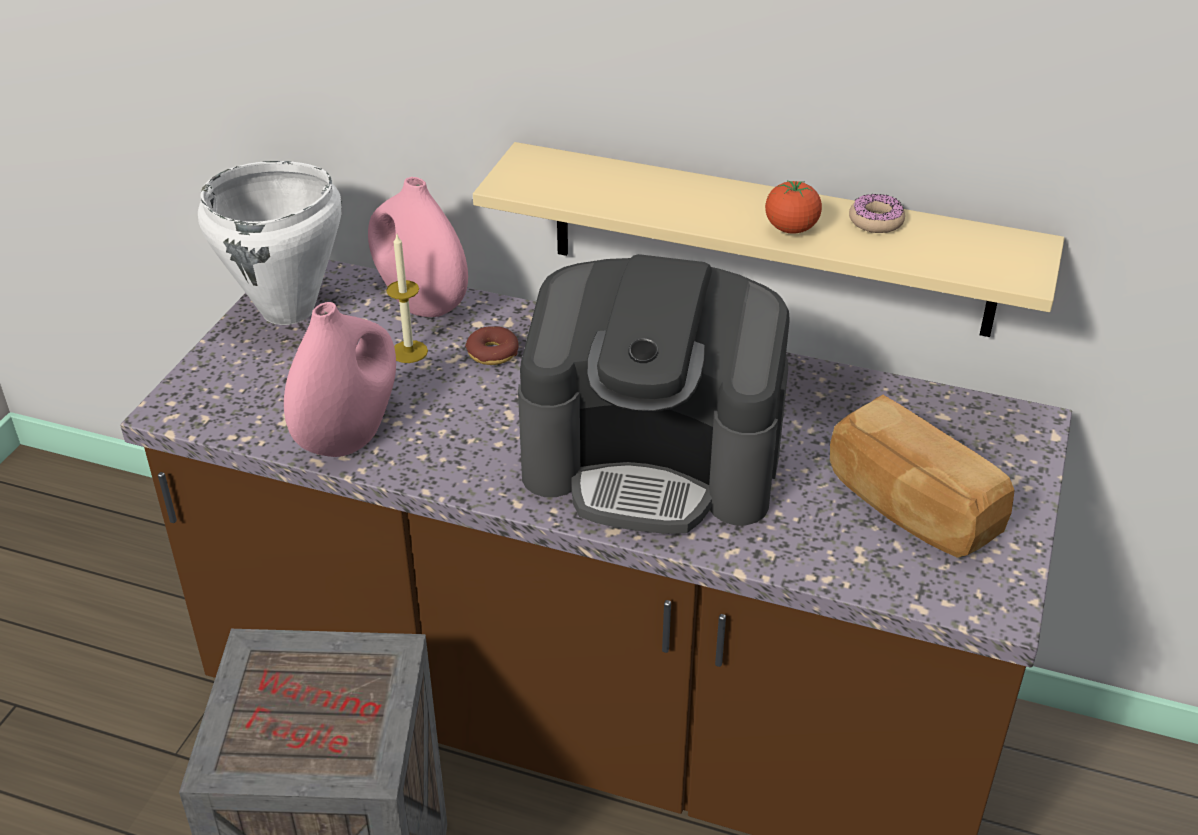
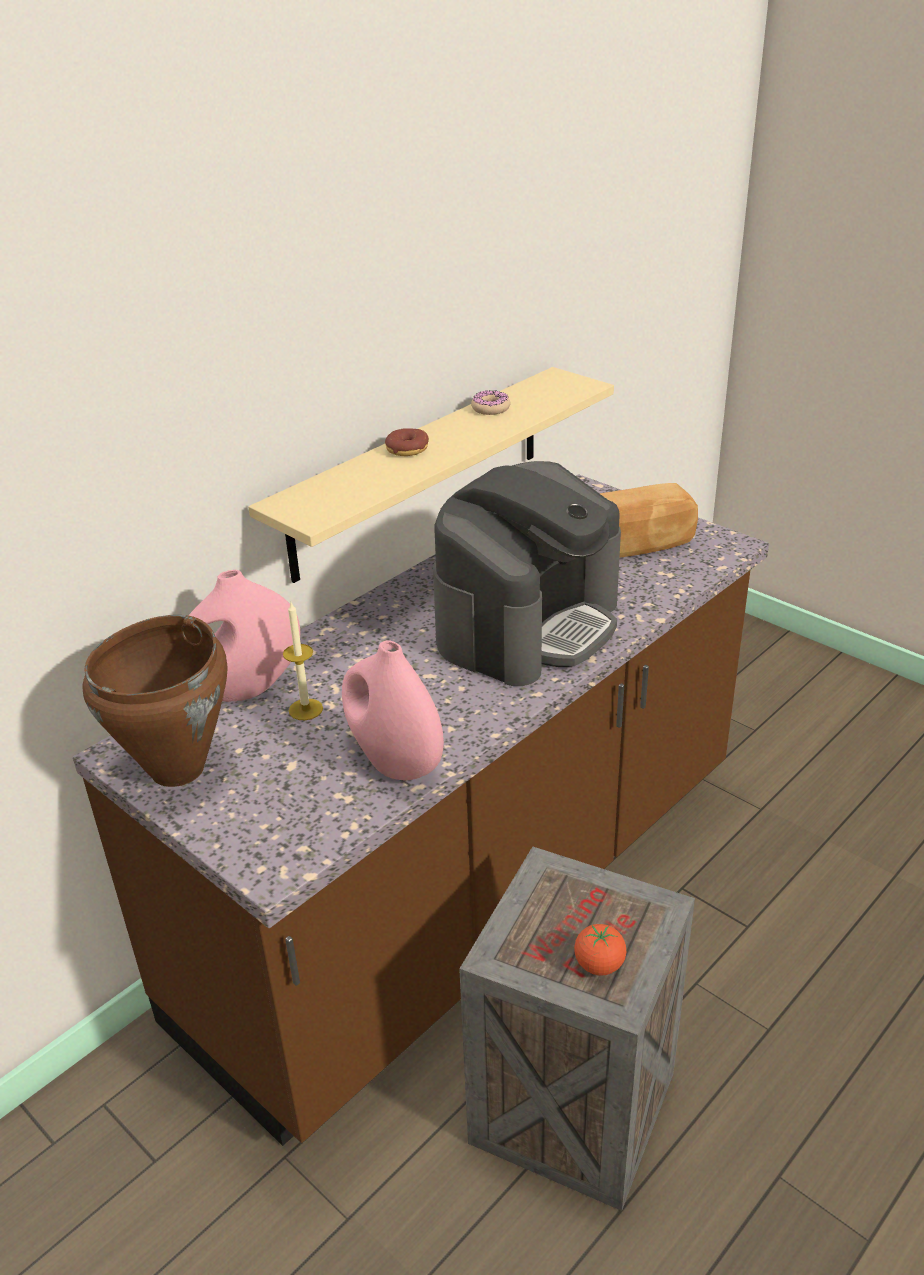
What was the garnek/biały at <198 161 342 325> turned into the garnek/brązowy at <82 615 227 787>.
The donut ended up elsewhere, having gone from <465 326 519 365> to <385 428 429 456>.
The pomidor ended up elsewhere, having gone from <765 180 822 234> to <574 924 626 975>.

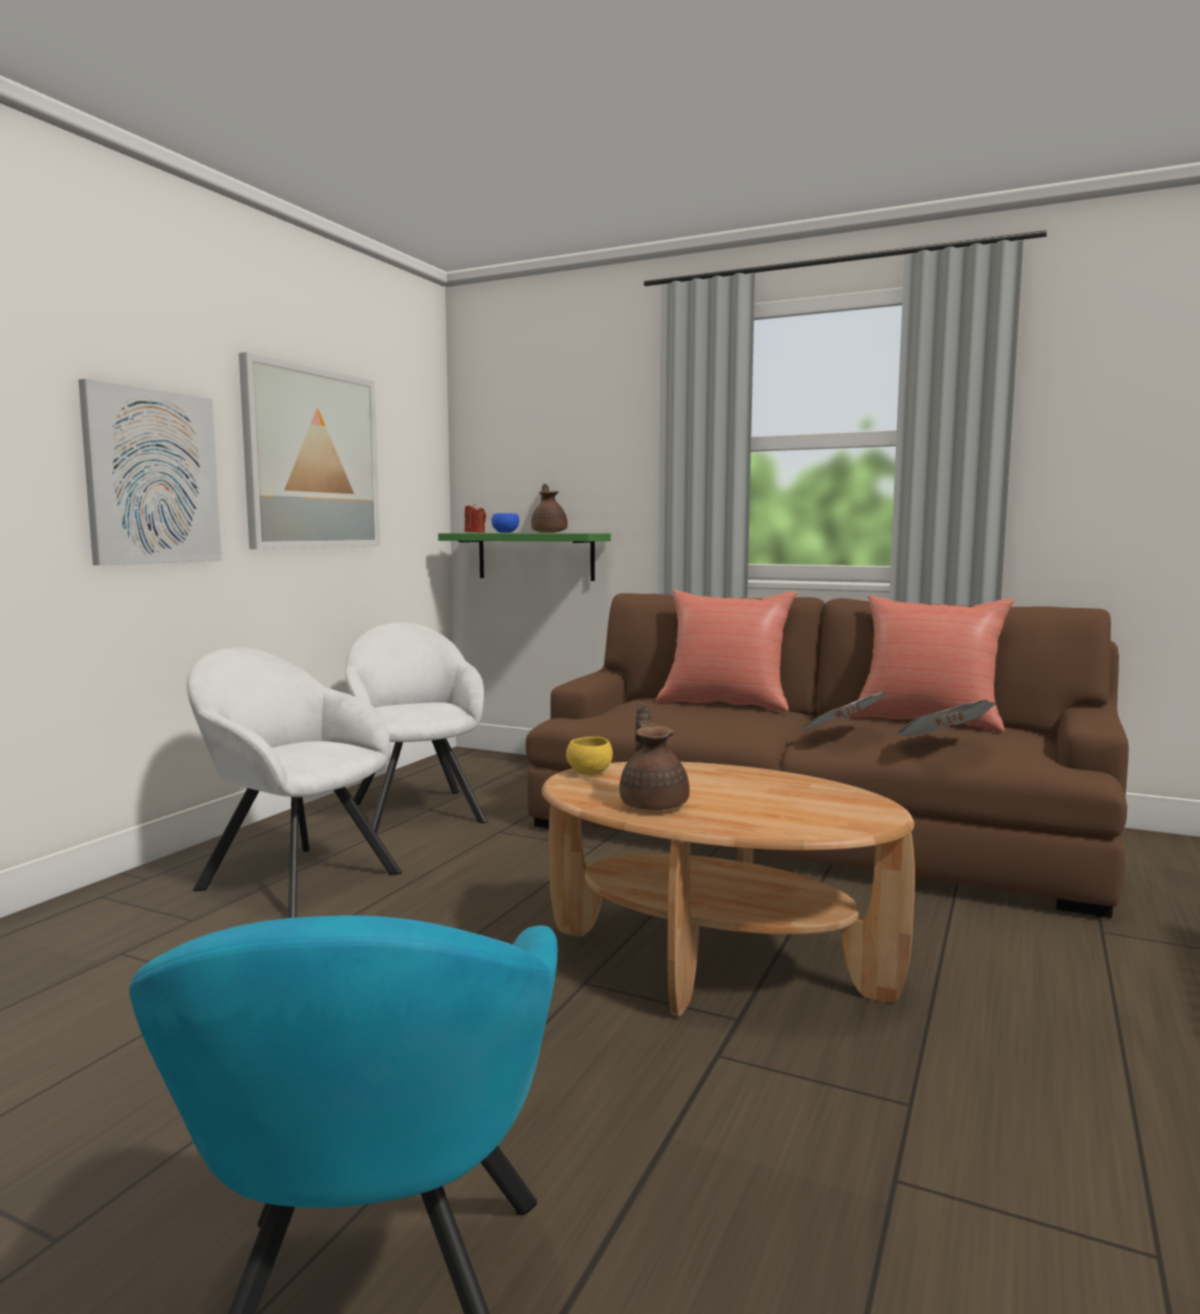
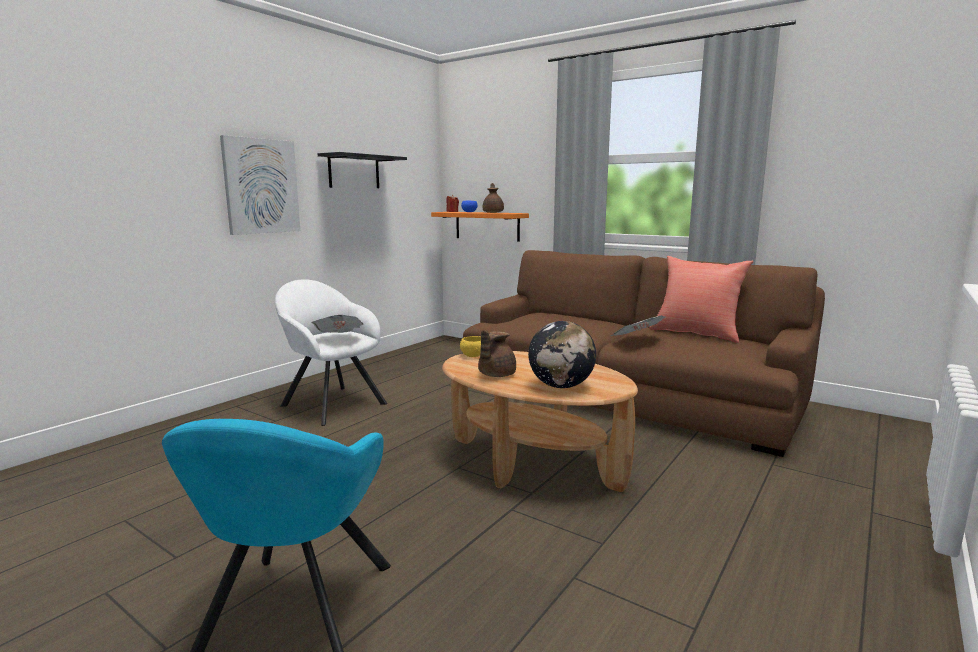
The gazeta ended up elsewhere, having gone from <894 700 996 736> to <312 315 363 333>.
Where the obraz hung at <239 352 380 549>, the półka/czarny came to hang at <318 152 407 188>.
What was the półka/zielony at <438 533 611 581> turned into the półka/pomarańczowy at <431 212 529 242>.
The imbryk/brązowy at <619 702 690 811> ended up facing another way, 150 degrees counterclockwise from before.
The second view gained the globus at <528 321 596 388>.
The second view lost the fotel/biały at <345 622 487 834>.
The second view lost the poduszka/czerwony at <656 590 797 712>.

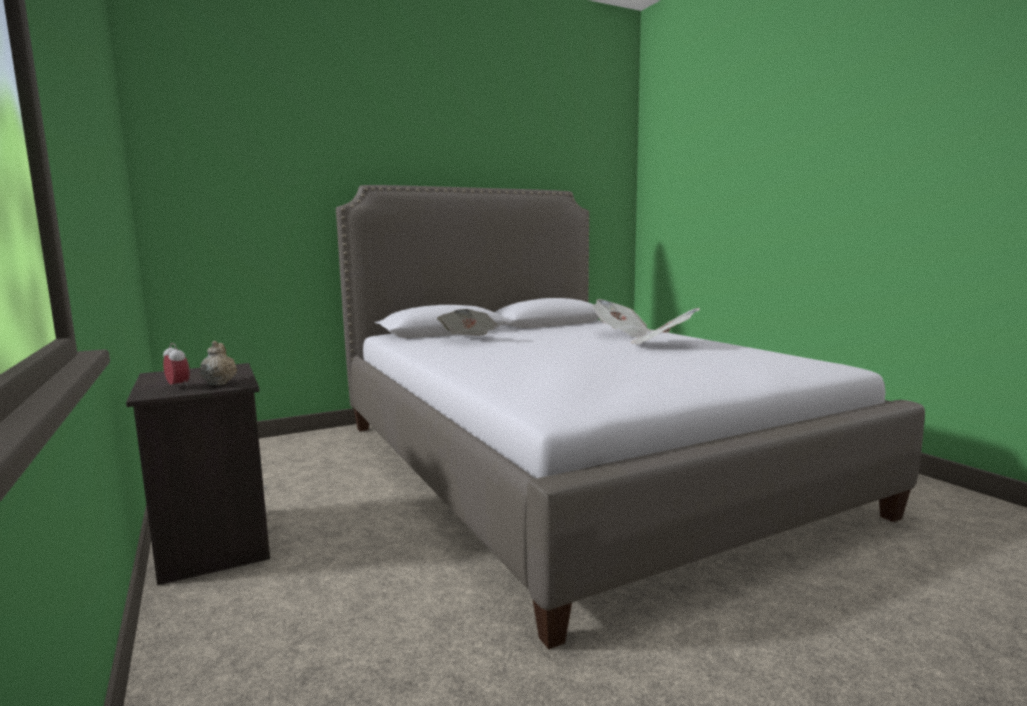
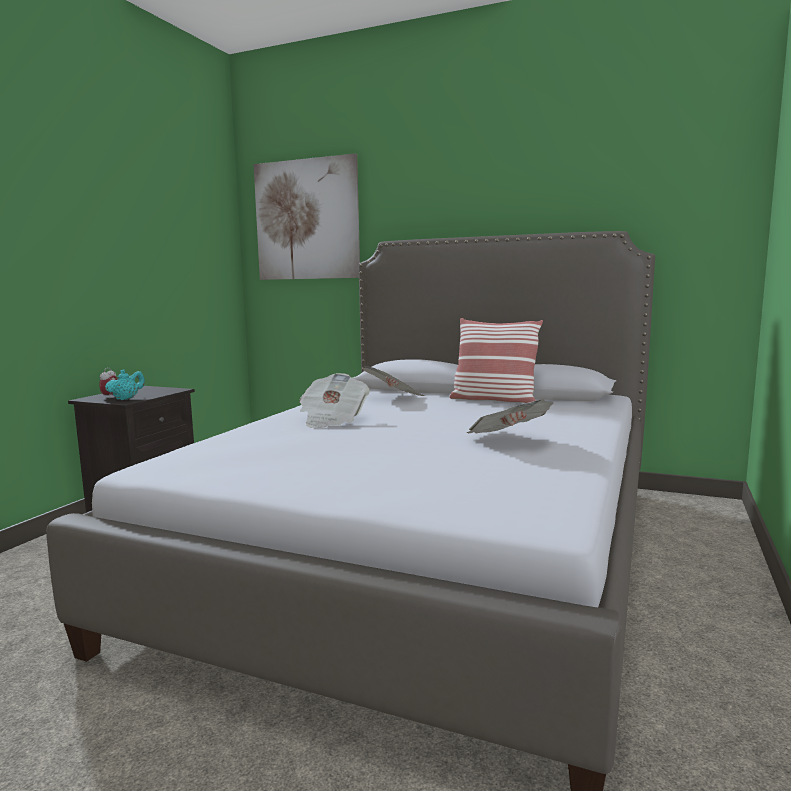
What was the imbryk/beżowy at <200 341 237 385> turned into the imbryk/turkusowy at <105 369 145 400>.
The second view gained the obraz at <254 153 360 280>.
The gazeta ended up elsewhere, having gone from <592 299 651 338> to <299 373 370 428>.
The second view gained the poduszka at <450 318 543 403>.

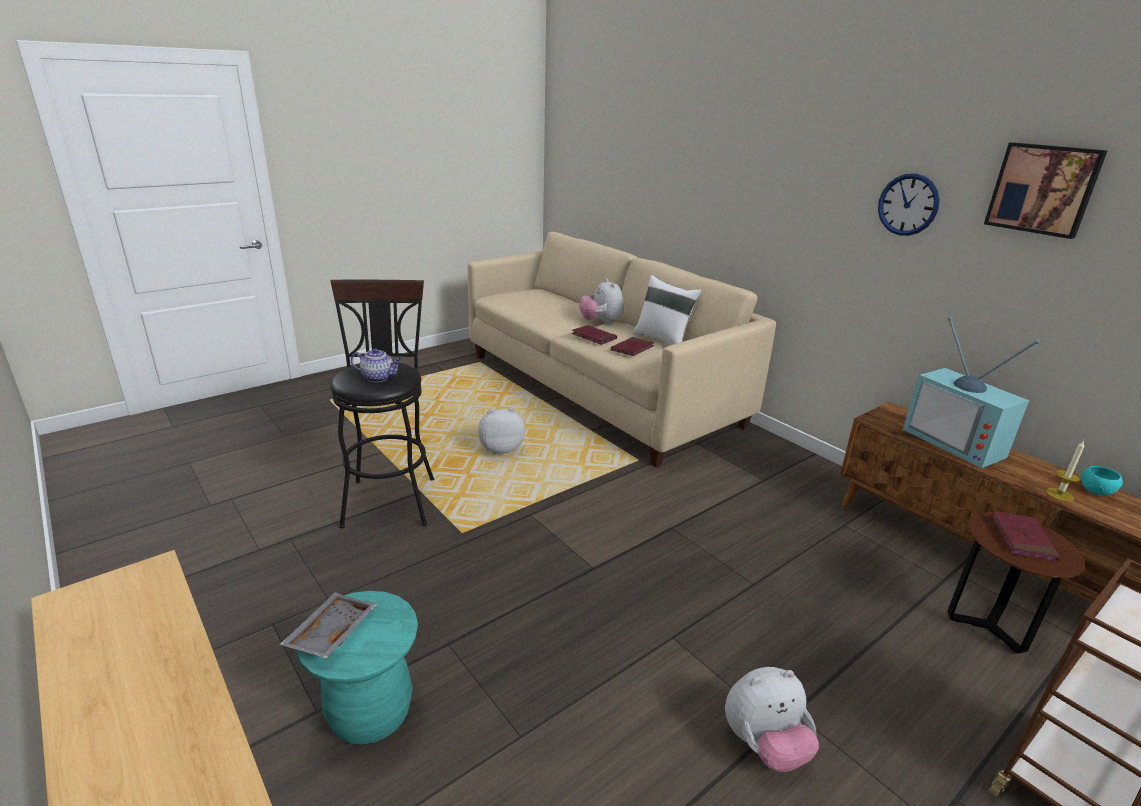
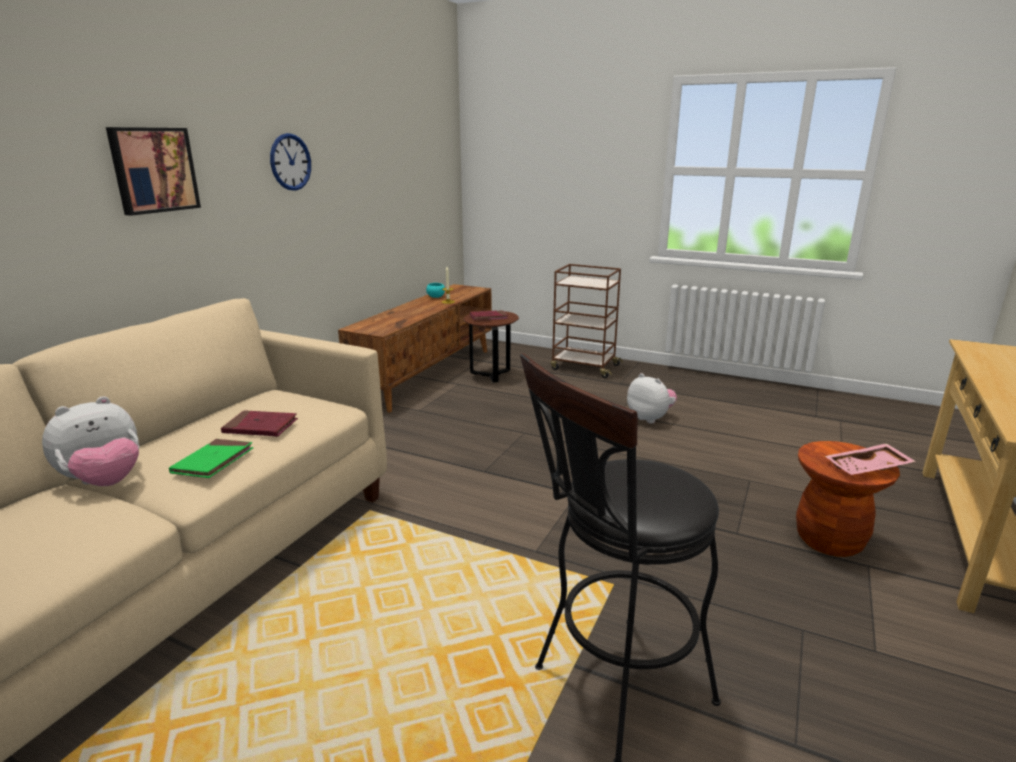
The obraz ended up elsewhere, having gone from <984 142 1108 239> to <106 127 201 216>.
What was the książka/czerwony at <571 325 617 345> turned into the książka/zielony at <169 439 254 478>.
What was the stołek/turkusowy at <296 591 418 744> turned into the stołek/brązowy at <796 441 900 557>.
What was the taca/szary at <279 592 377 658> turned into the taca/różowy at <825 443 916 475>.
The second view lost the imbryk at <351 348 402 382>.
The second view lost the pluszak at <478 408 525 454>.
The second view lost the poduszka/biały at <633 275 702 345>.
The second view lost the telewizor at <903 317 1040 469>.

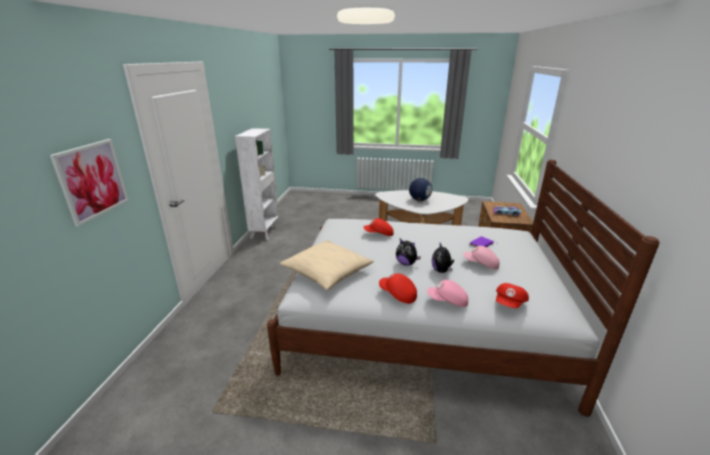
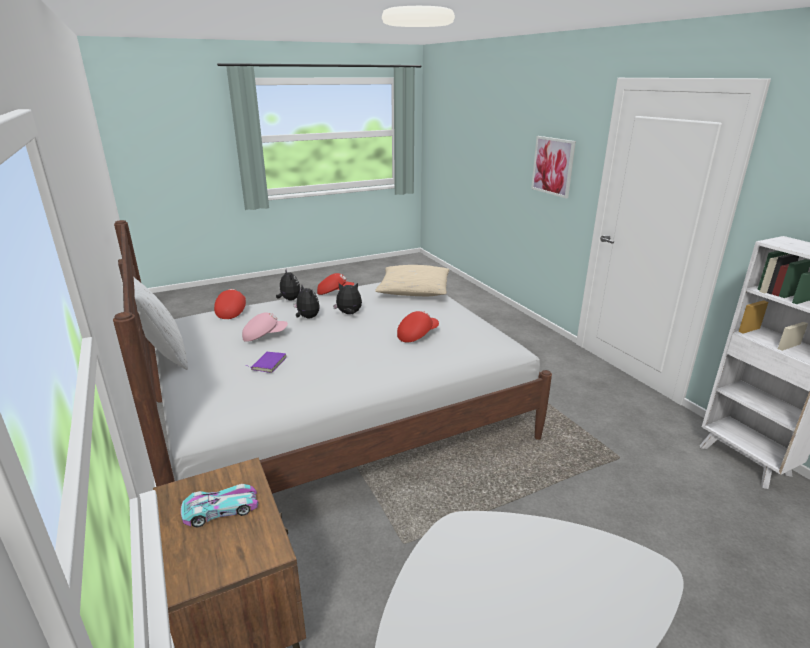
The second view gained the poduszka/biały at <121 277 188 370>.
Where the czapka z daszkiem/różowy stood at <427 280 468 307>, the pluszak came to stand at <276 270 300 301>.
The second view lost the globus at <409 178 432 201>.

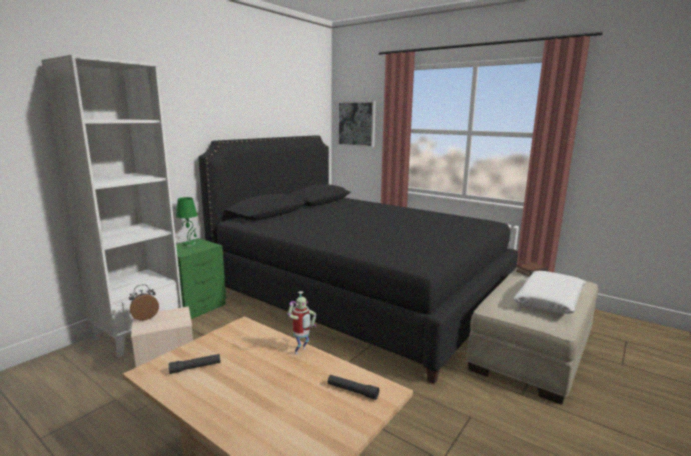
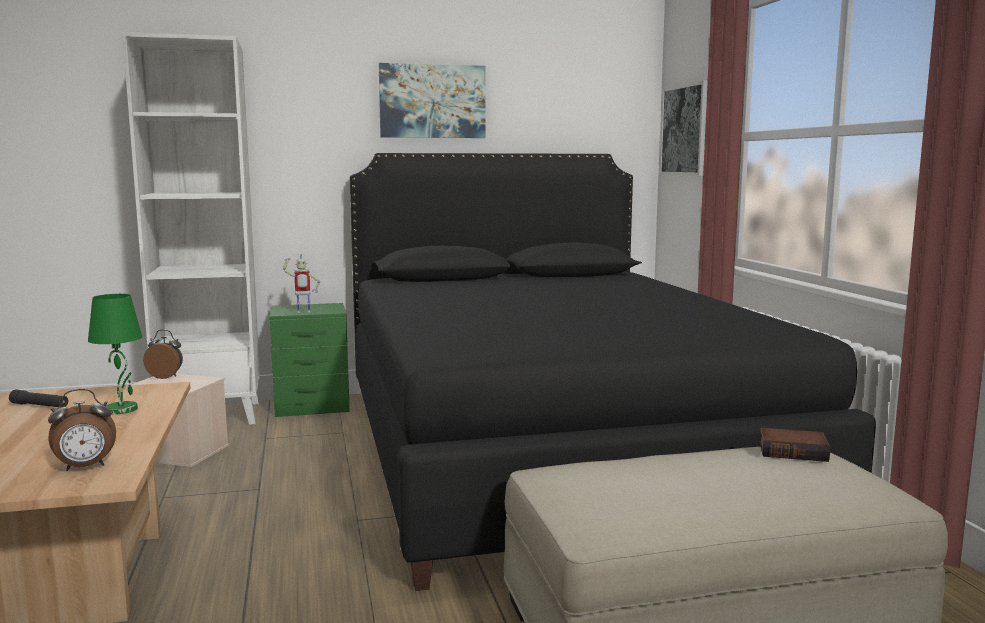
Where the latarka/czarny stood at <328 375 379 400>, the budzik came to stand at <48 389 116 471>.
The lampa stołowa/zielony ended up elsewhere, having gone from <176 197 197 246> to <88 294 142 414>.
The robot zabawkowy ended up elsewhere, having gone from <287 291 316 354> to <283 254 320 313>.
The second view gained the obraz at <379 63 486 138>.
The second view lost the poduszka/biały at <513 271 586 314>.

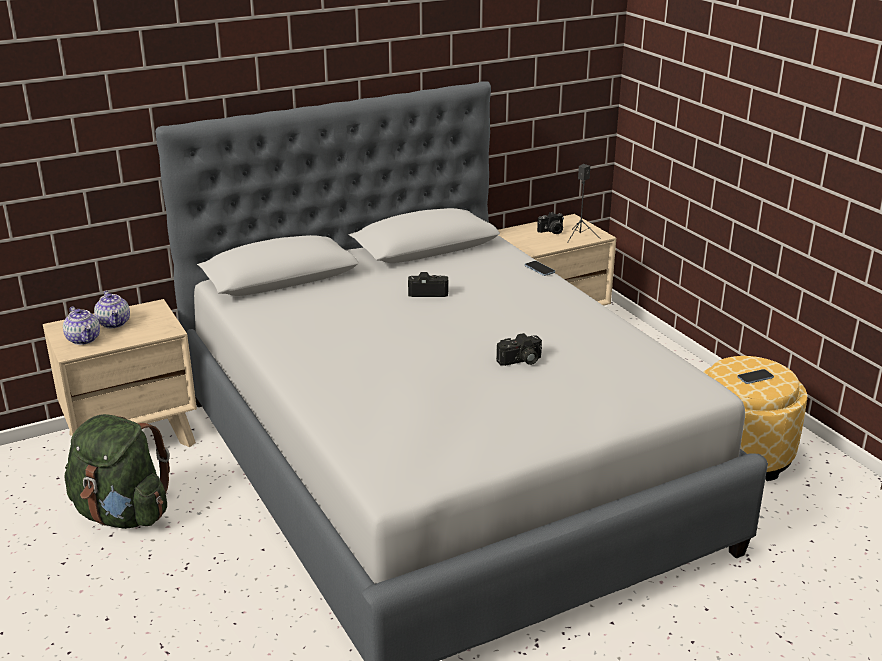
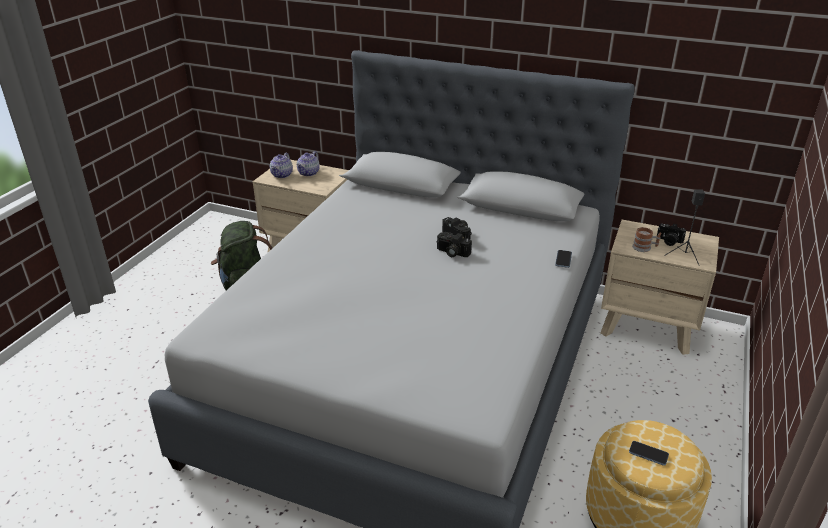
The aparat fotograficzny ended up elsewhere, having gone from <496 333 542 366> to <437 232 472 257>.
The second view gained the kubek at <632 227 661 252>.

